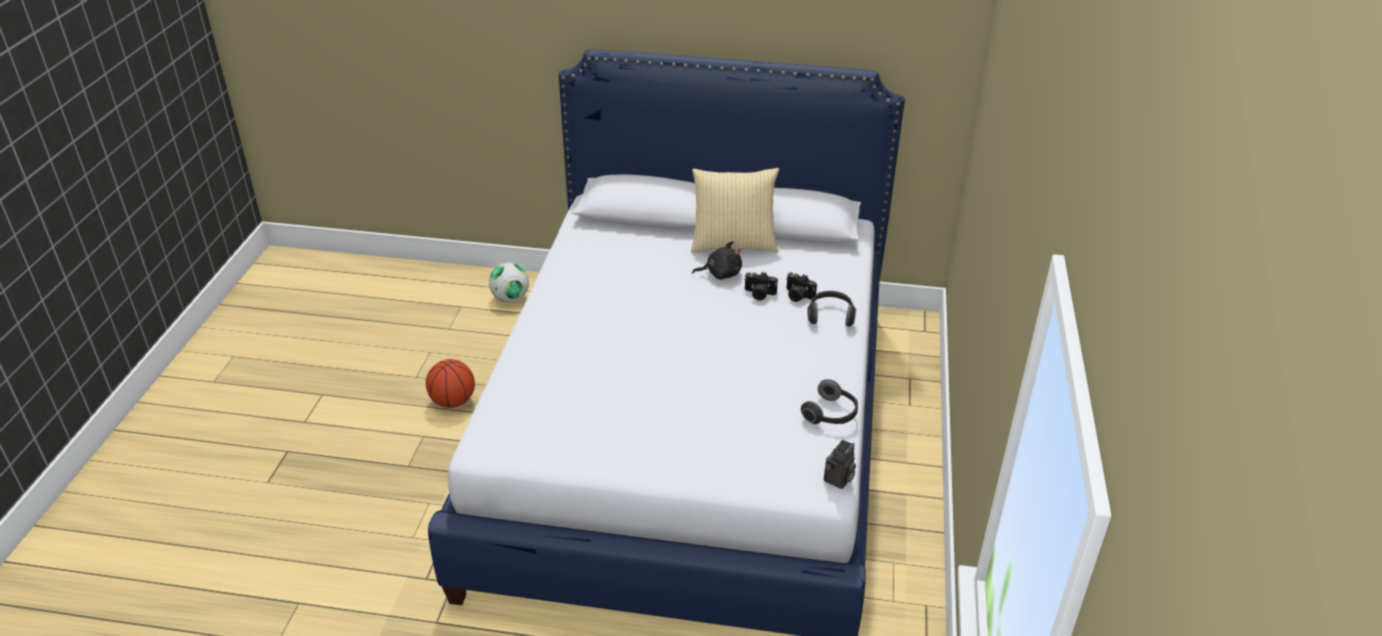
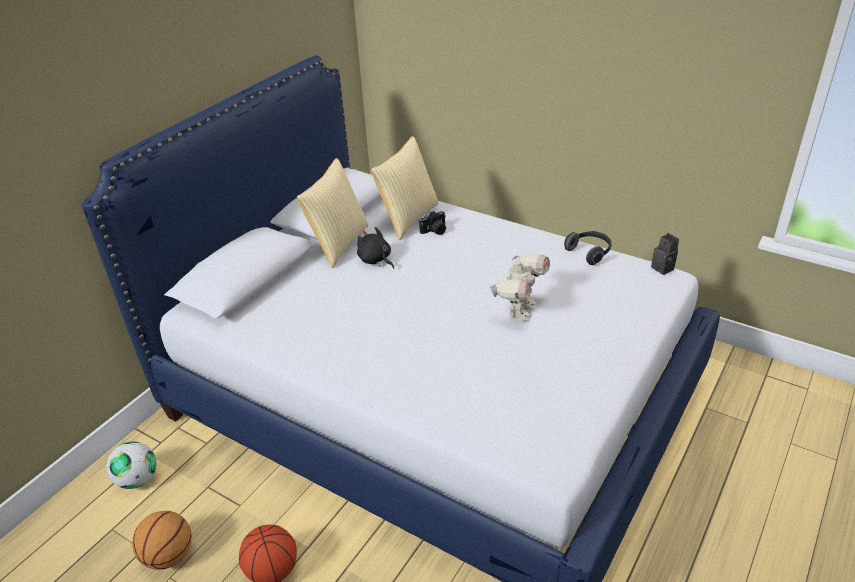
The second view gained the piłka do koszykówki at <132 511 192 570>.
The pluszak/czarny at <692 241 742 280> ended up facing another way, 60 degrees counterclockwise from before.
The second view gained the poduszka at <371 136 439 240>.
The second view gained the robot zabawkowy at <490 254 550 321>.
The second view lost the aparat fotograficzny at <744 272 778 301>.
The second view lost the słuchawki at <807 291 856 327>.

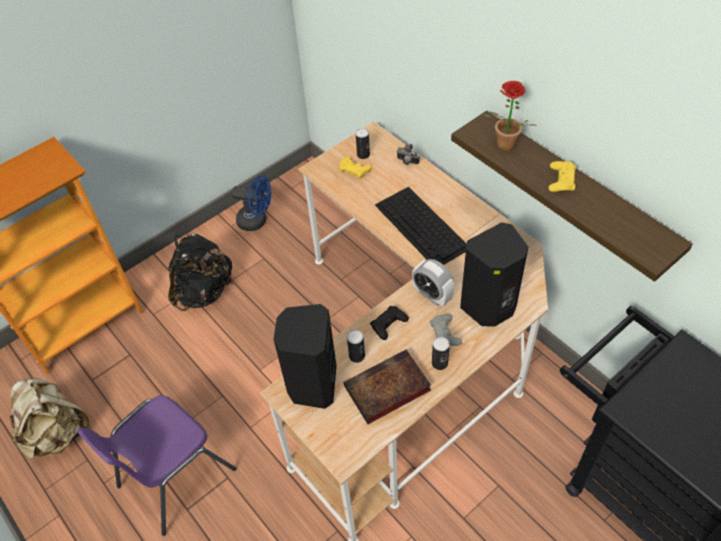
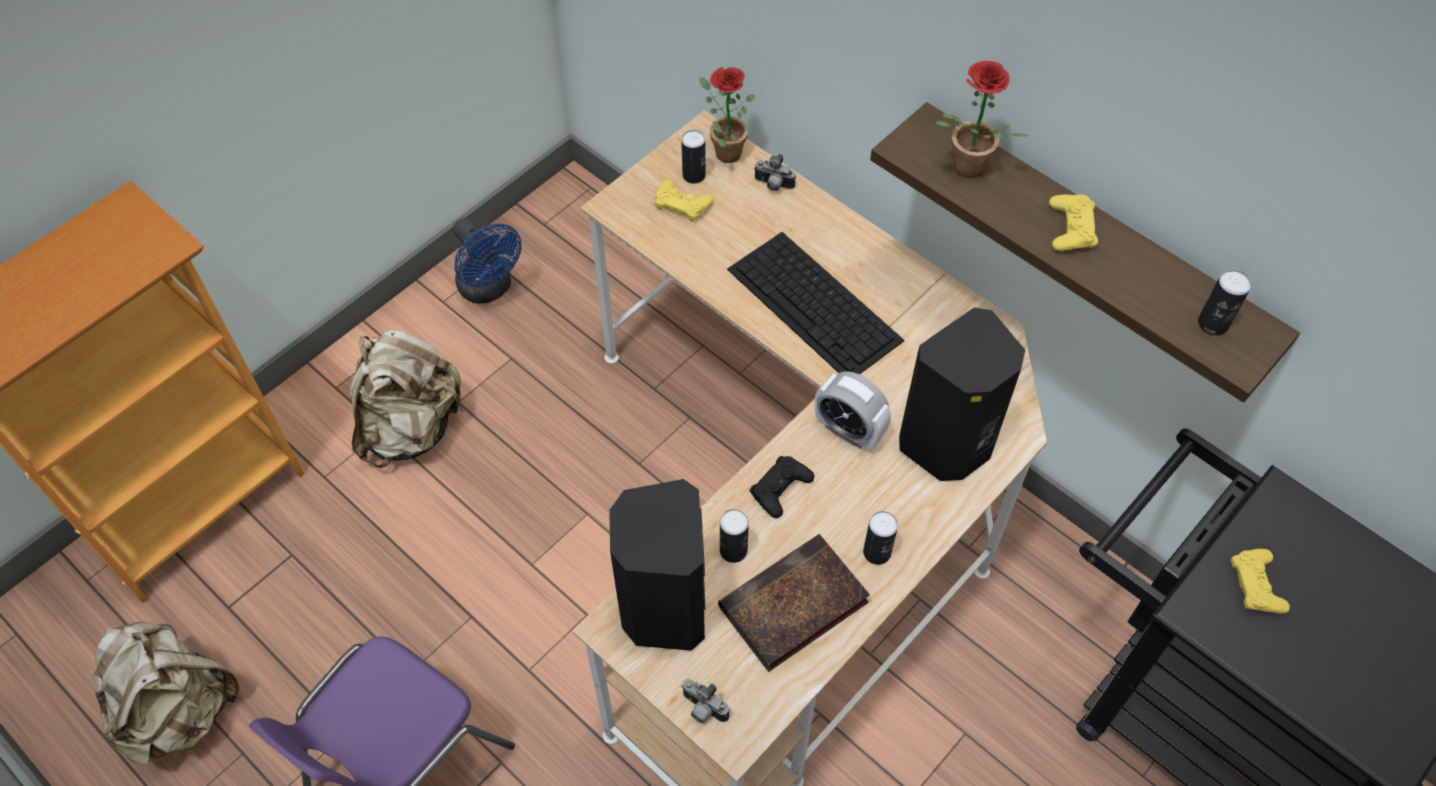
What was the plecak/czarny at <168 233 233 311> turned into the plecak/beżowy at <349 330 465 468>.
The wentylator/niebieski at <231 175 271 231> ended up facing another way, 45 degrees clockwise from before.
The second view gained the aparat fotograficzny at <681 679 729 724>.
The second view gained the roślina doniczkowa at <699 67 755 163>.
The second view gained the puszka at <1198 270 1251 336>.
The second view gained the pad do gier/żółty at <1231 549 1290 614>.
The second view lost the pad do gier/szary at <430 314 462 346>.

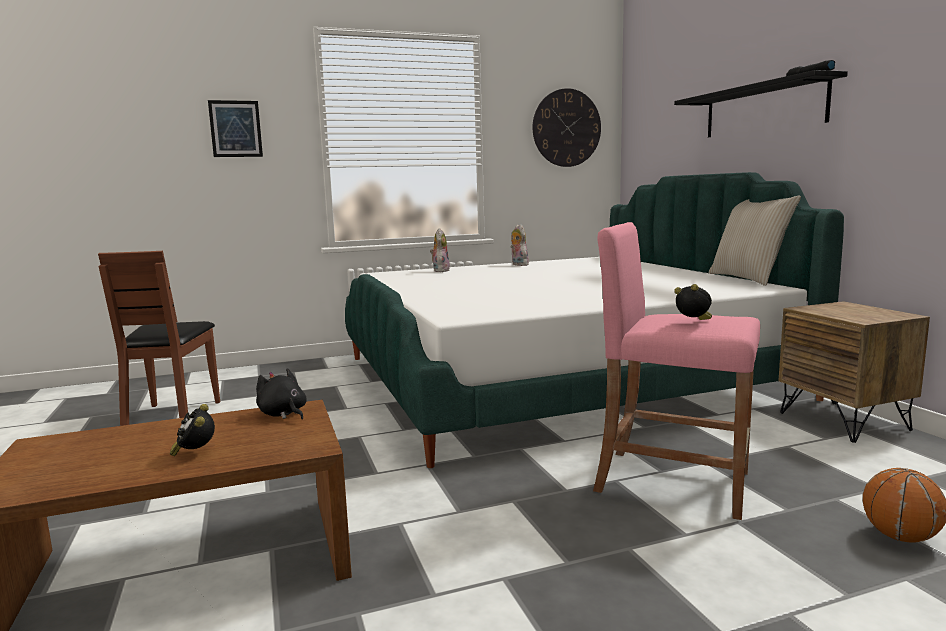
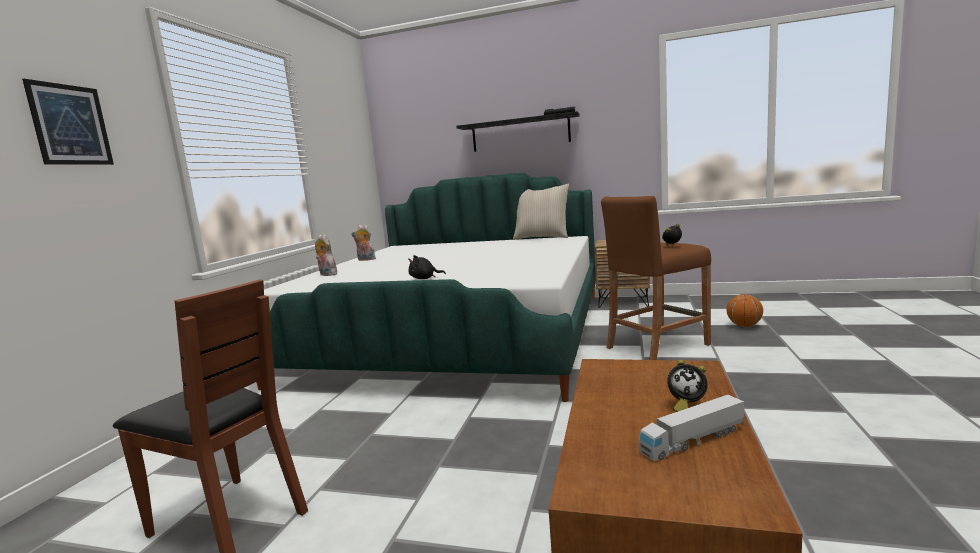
The pluszak/czarny ended up elsewhere, having gone from <256 368 307 420> to <408 255 446 279>.
What was the stołek/różowy at <593 222 760 520> turned into the stołek/brązowy at <601 196 711 360>.
The second view gained the ciężarówka zabawkowa at <639 395 745 461>.
The second view lost the zegar ścienny at <533 88 601 167>.

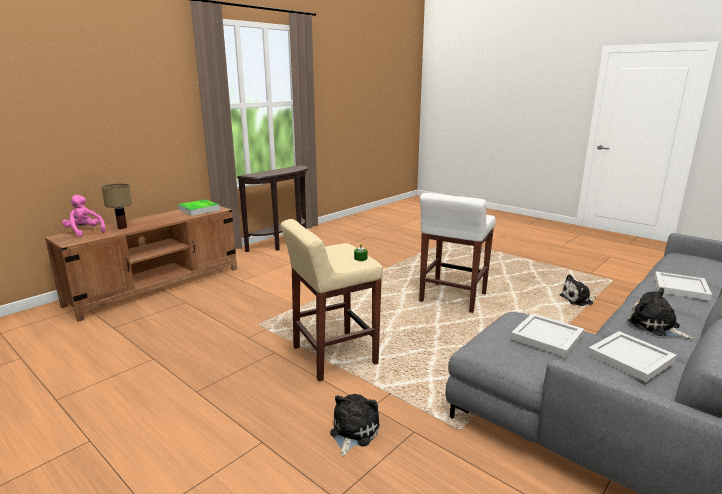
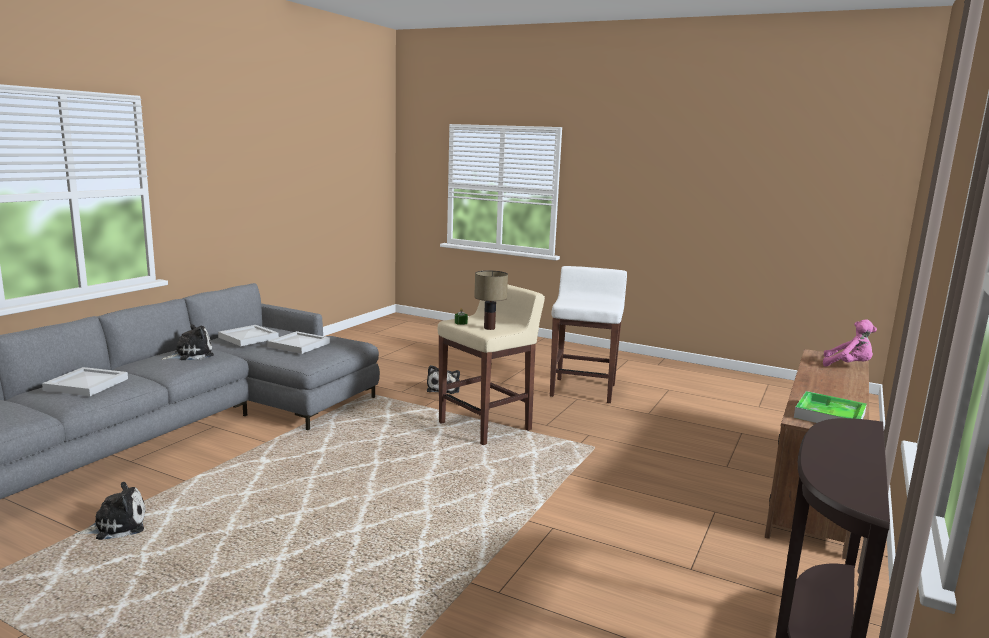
The pluszak at <627 288 693 339> ended up facing another way, 75 degrees counterclockwise from before.
The lampa stołowa ended up elsewhere, having gone from <101 184 132 229> to <474 271 508 330>.
The stołek/biały ended up elsewhere, having gone from <419 193 496 313> to <550 266 627 403>.

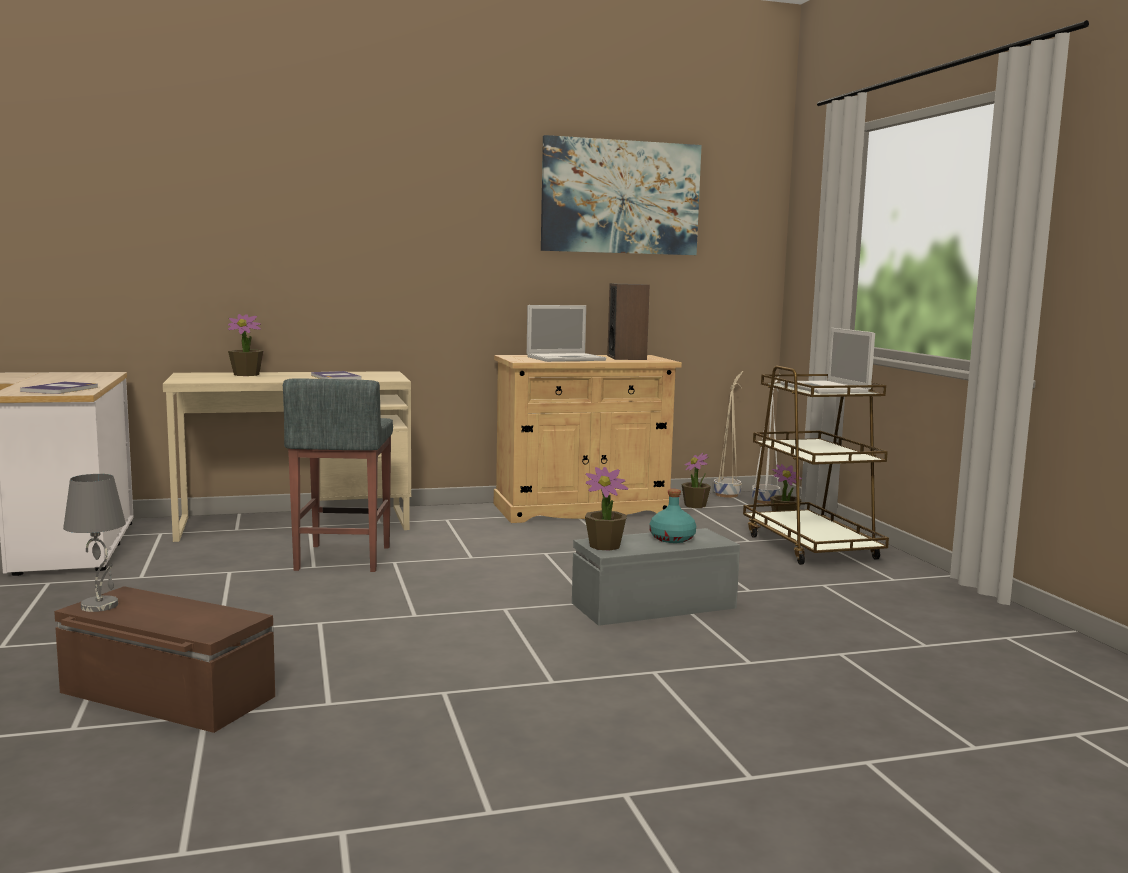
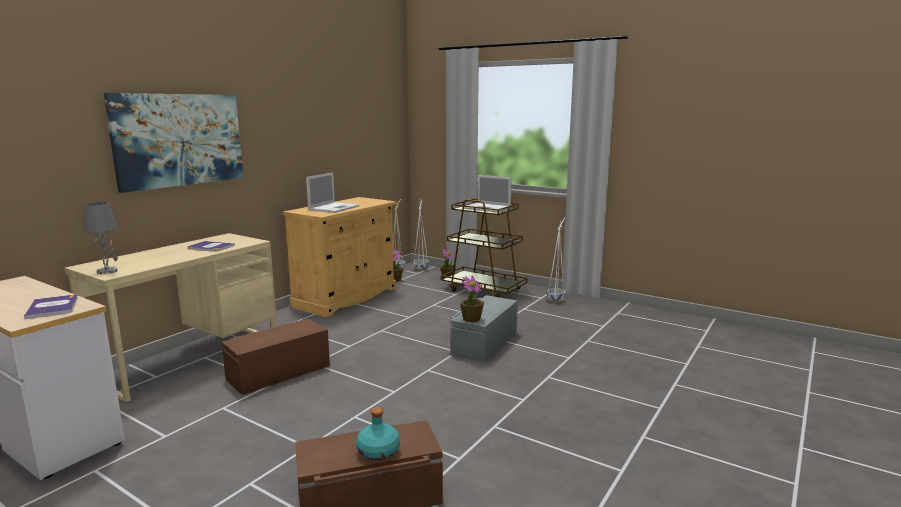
The lampa stołowa/szary ended up elsewhere, having gone from <63 474 126 612> to <83 202 118 274>.
The obraz ended up elsewhere, having gone from <541 135 702 255> to <104 93 243 193>.
Where the stołek/szary stood at <283 379 393 572>, the pojemnik do przechowywania/brązowy came to stand at <222 319 330 395>.
The butelka/turkusowy ended up elsewhere, having gone from <649 489 696 543> to <356 407 400 460>.
The second view gained the donica/biały at <547 217 566 303>.
The second view lost the roślina doniczkowa at <228 314 263 376>.
The second view lost the głośnik at <607 283 650 360>.

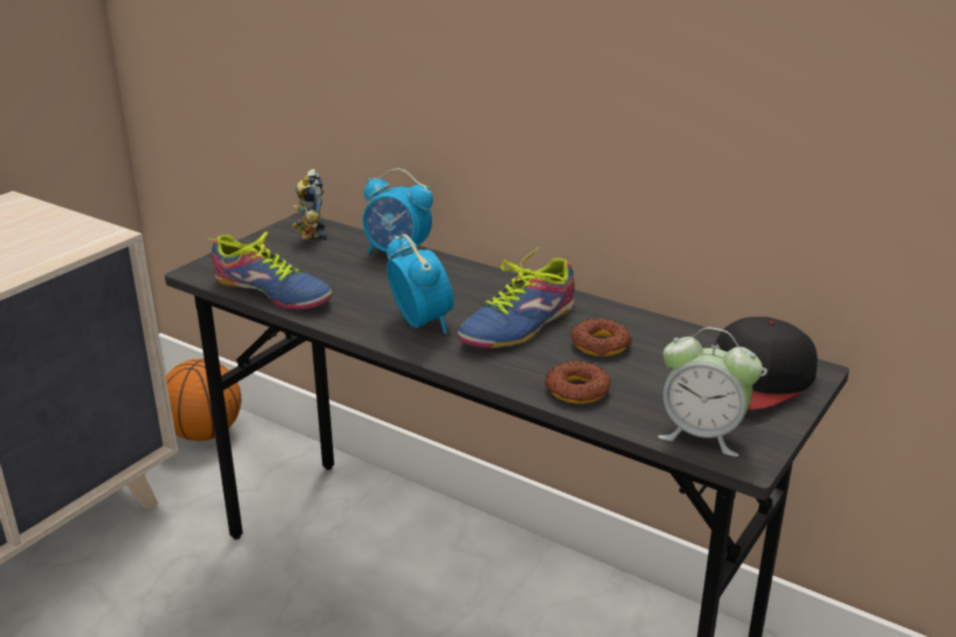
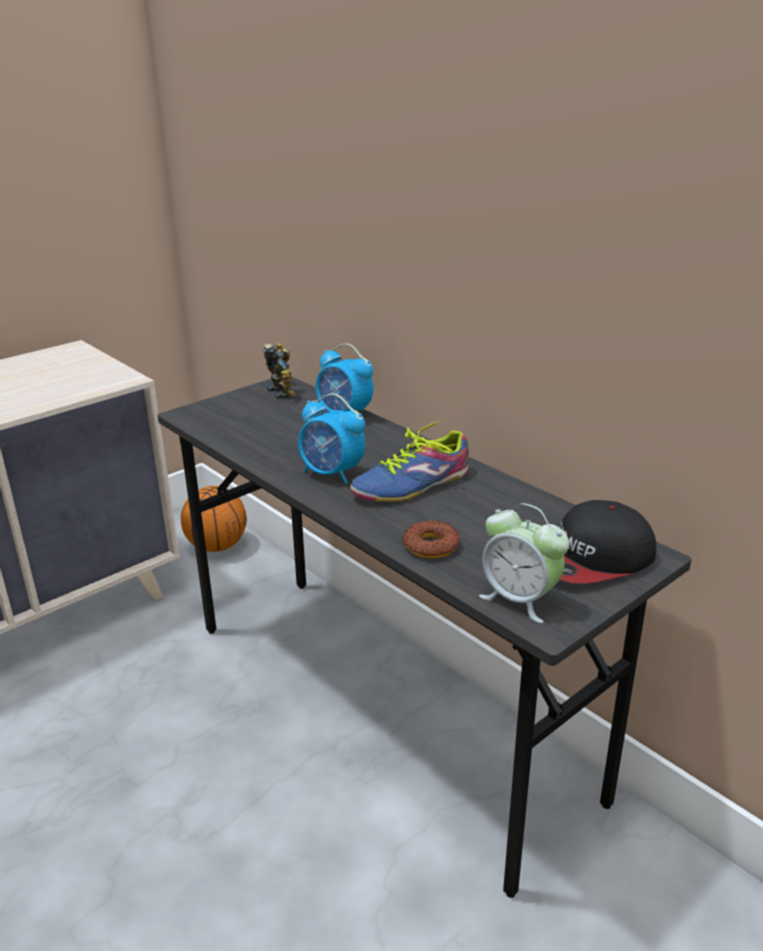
The robot zabawkowy at <292 169 326 240> ended up facing another way, 150 degrees clockwise from before.
The budzik at <387 234 454 334> ended up facing another way, 135 degrees clockwise from before.
The second view lost the but at <207 232 332 310>.
The second view lost the donut at <571 318 632 357>.

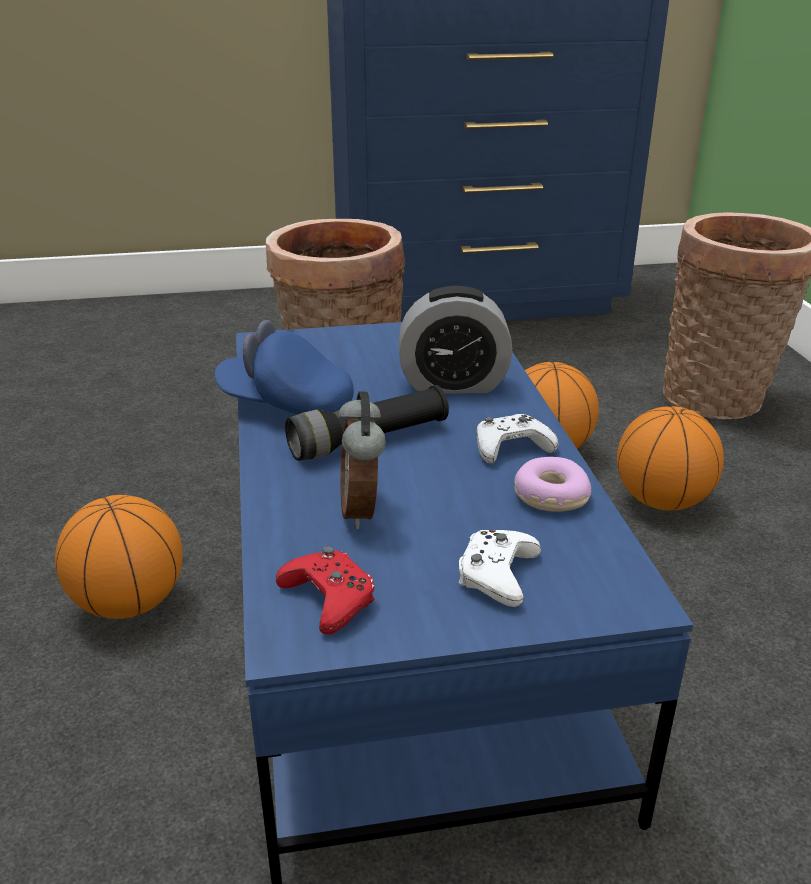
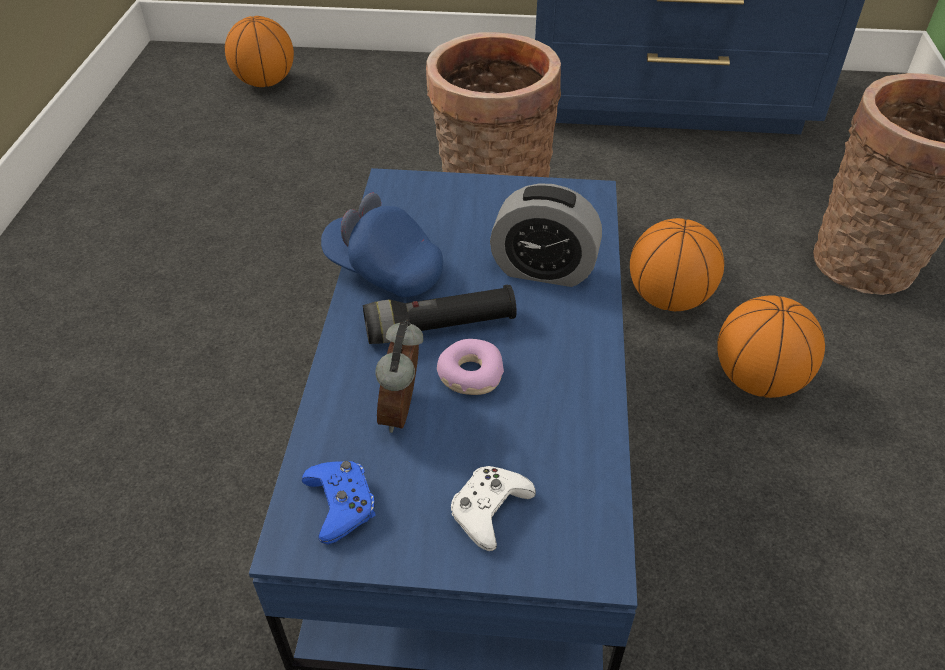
The piłka do koszykówki ended up elsewhere, having gone from <55 495 183 619> to <225 16 294 87>.
What was the pad do gier/czerwony at <276 546 374 634> turned into the pad do gier/niebieski at <302 461 376 544>.
The donut ended up elsewhere, having gone from <514 457 591 511> to <437 339 504 395>.
The second view lost the pad do gier/biały at <476 414 559 464>.

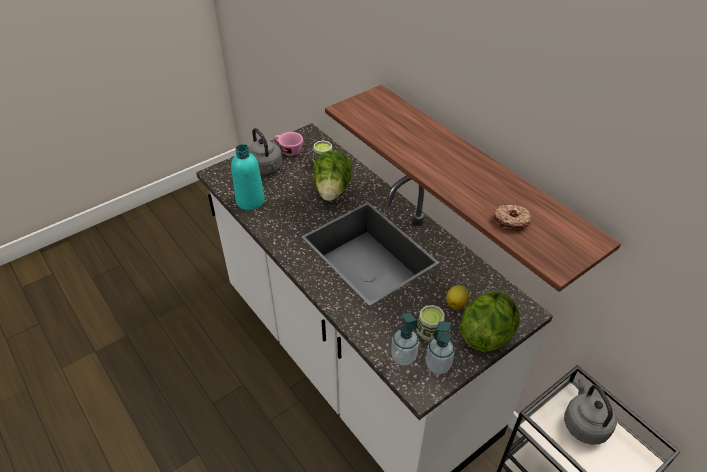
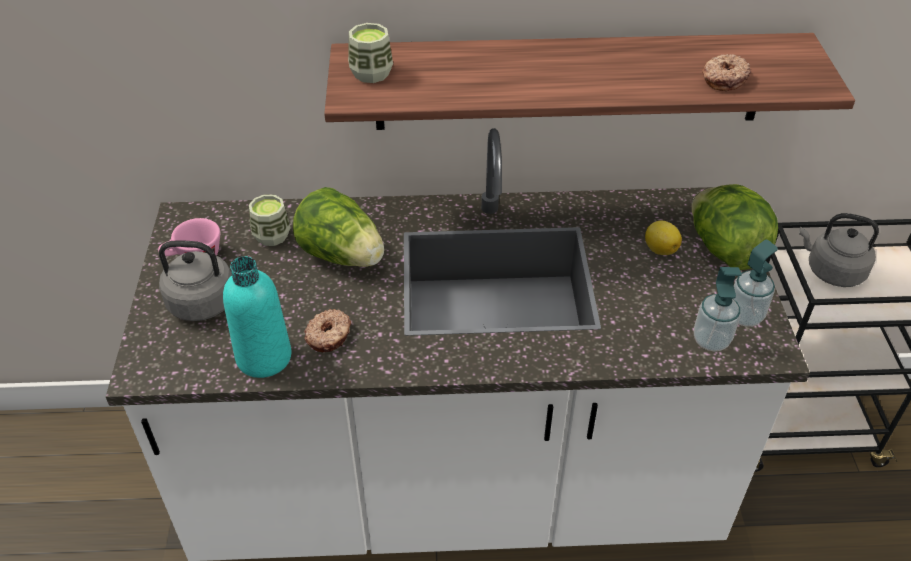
The second view gained the donut at <304 309 351 352>.
The filiżanka ended up elsewhere, having gone from <416 305 445 342> to <348 23 393 83>.

